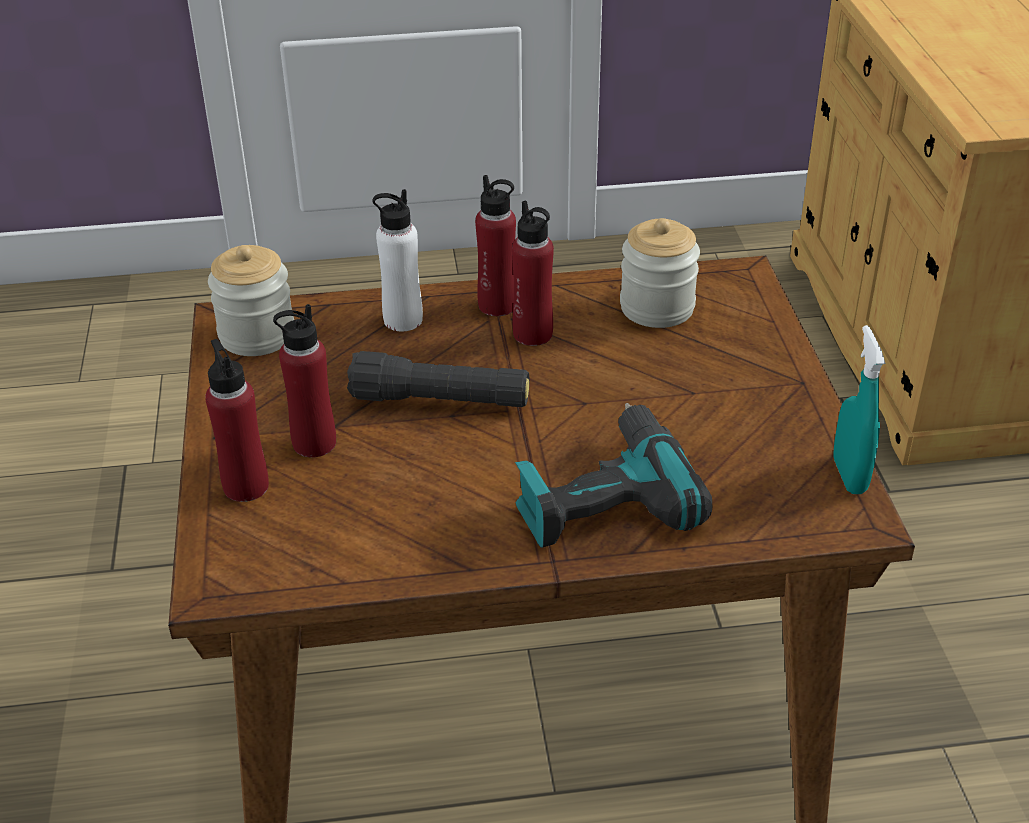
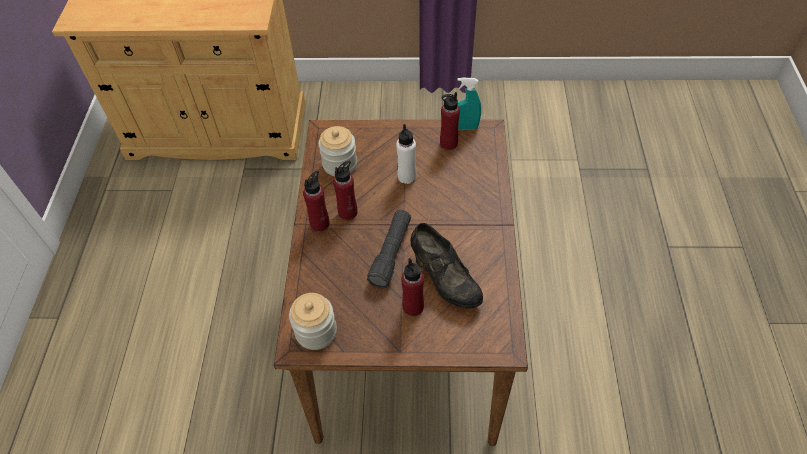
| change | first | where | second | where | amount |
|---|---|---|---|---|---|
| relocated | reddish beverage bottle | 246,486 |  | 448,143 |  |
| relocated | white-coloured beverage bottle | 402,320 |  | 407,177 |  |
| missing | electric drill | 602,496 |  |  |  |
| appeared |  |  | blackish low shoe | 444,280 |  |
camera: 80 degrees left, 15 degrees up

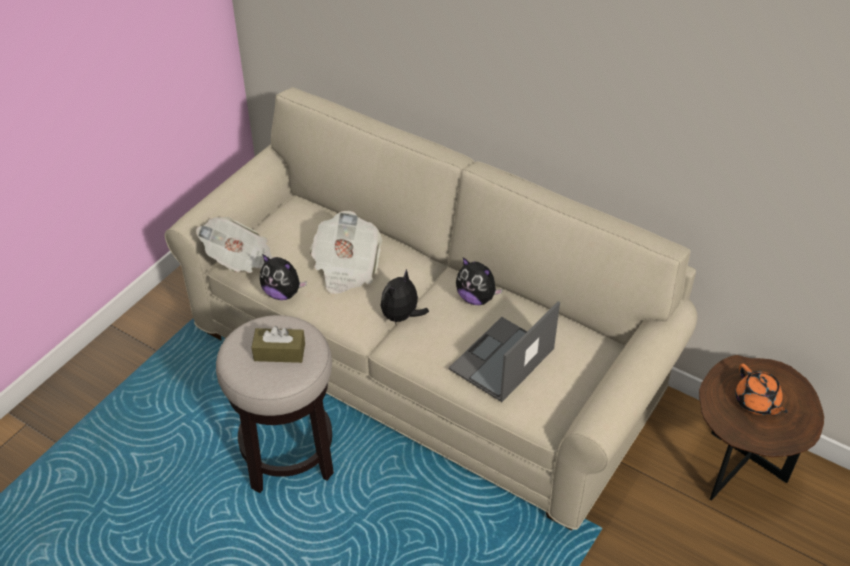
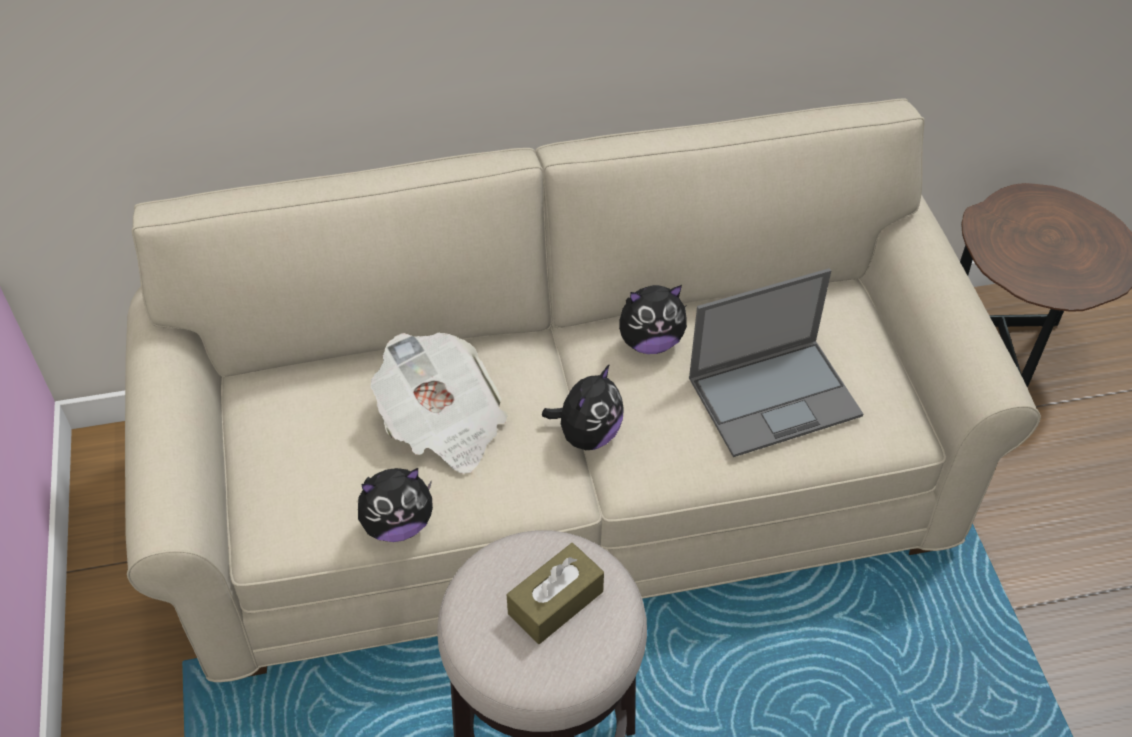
| change | first | where | second | where | amount |
|---|---|---|---|---|---|
| missing | printed paper | 240,260 |  |  |  |
| spun | plush toy | 401,317 |  | 587,434 | 135 degrees counterclockwise |
| spun | portable computer | 501,360 |  | 776,396 | 105 degrees counterclockwise |
| missing | orange pot for tea | 757,402 |  |  |  |
camera: 45 degrees left, 5 degrees up

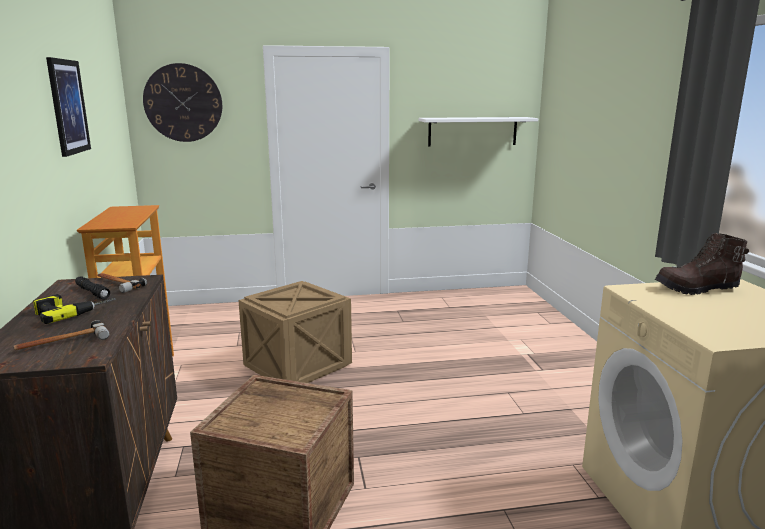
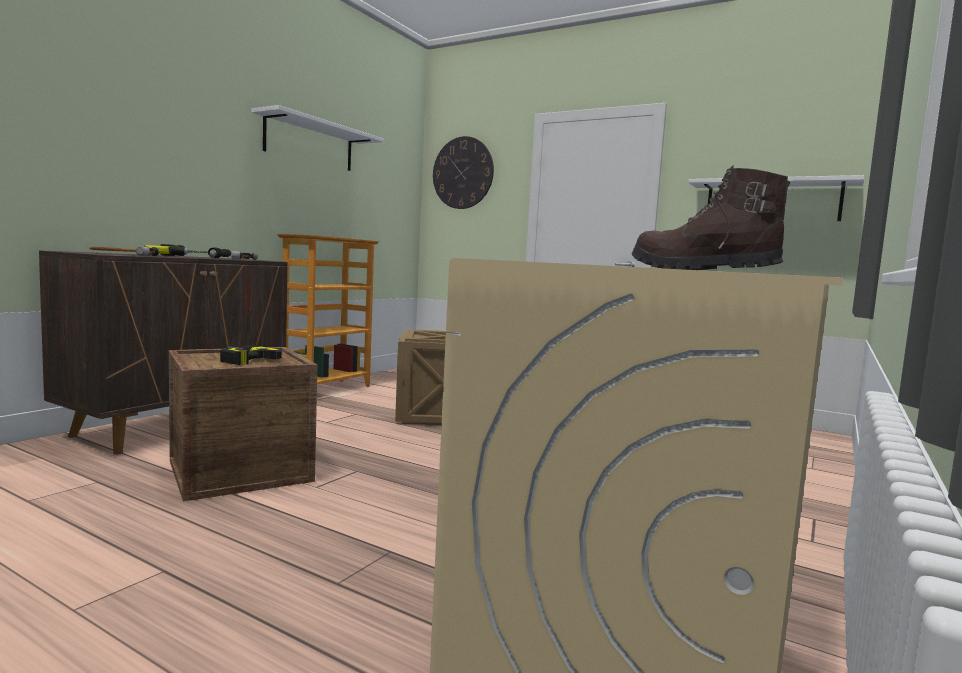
| change | first | where | second | where | amount |
|---|---|---|---|---|---|
| exchanged | wall art | 68,107 | white-coloured shelf | 310,143 |  |
| appeared |  |  | electric drill | 238,359 |  |
camera: 40 degrees right, 10 degrees down

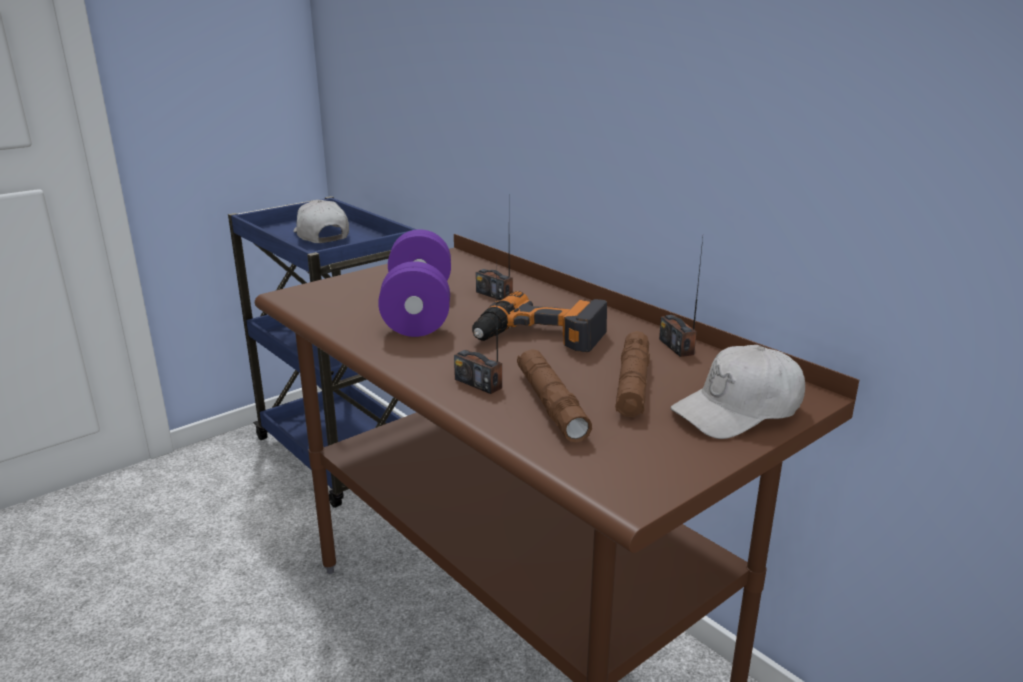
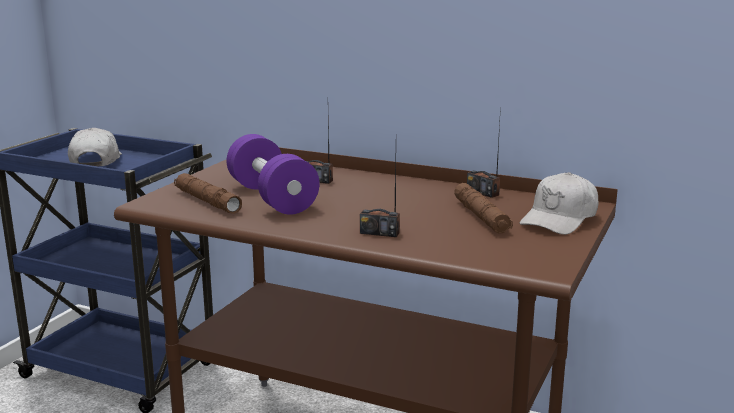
| change | first | where | second | where | amount |
|---|---|---|---|---|---|
| spun | white-coloured peaked cap | 321,236 |  | 96,161 | 45 degrees clockwise |
| missing | electric drill | 539,337 |  |  |  |
| relocated | brownish flashlight | 551,404 |  | 207,201 |  |
camera: 25 degrees left, 5 degrees down

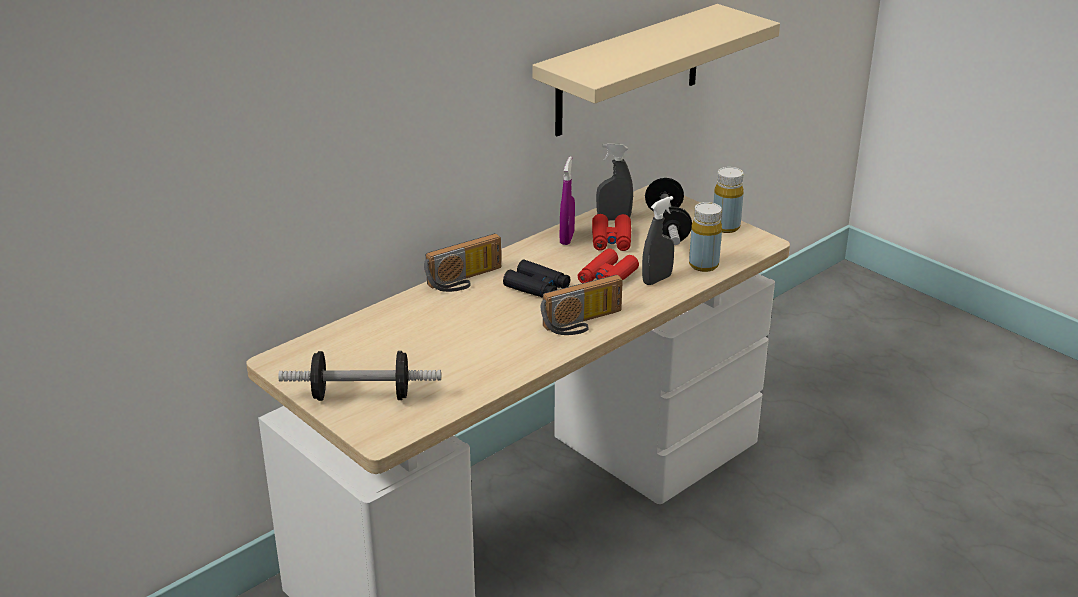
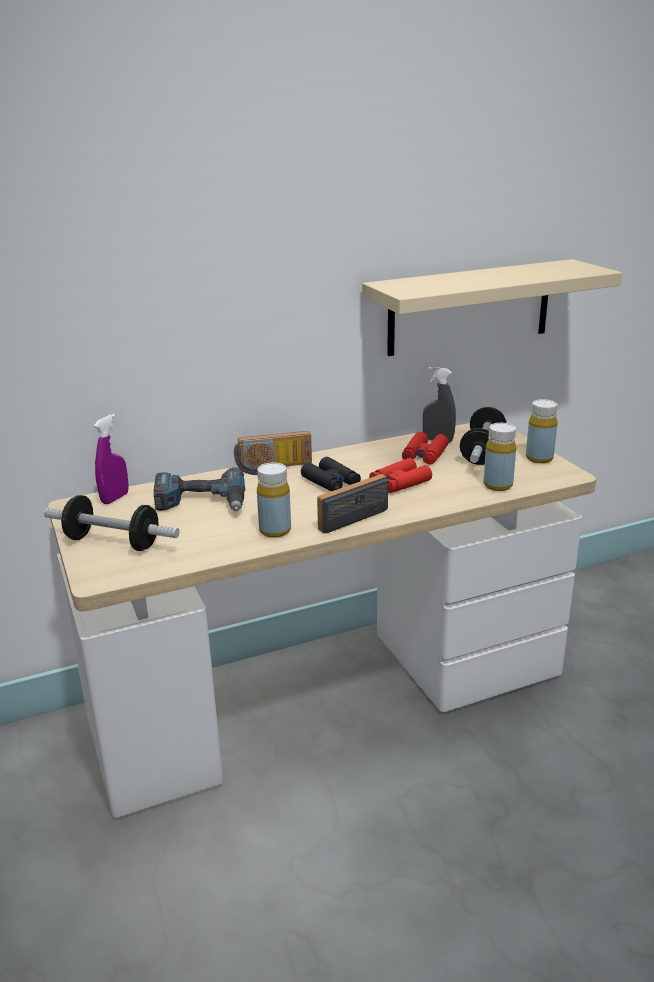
| change | first | where | second | where | amount |
|---|---|---|---|---|---|
| spun | radio receiver | 583,323 |  | 351,515 | 150 degrees clockwise |
| relocated | purple sprayer | 567,238 |  | 115,498 |  |
| missing | greyish sprayer | 657,279 |  |  |  |
| appeared |  |  | electric drill | 201,502 |  |
| appeared |  |  | yellowish beverage bottle | 275,530 |  |
camera: 20 degrees right, 5 degrees down

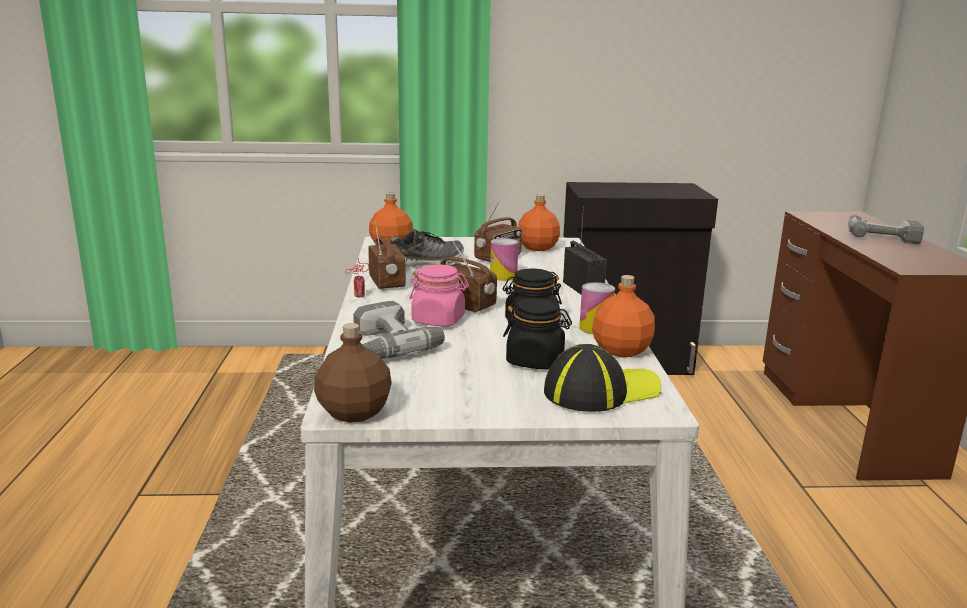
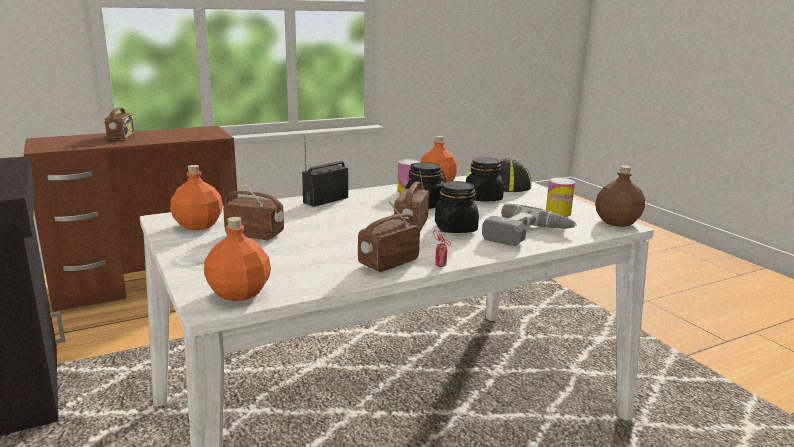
| change | first | where | second | where | amount |
|---|---|---|---|---|---|
| missing | low shoe | 425,263 |  |  |  |
| colour | pinkish storage jar | 438,320 | blackish storage jar | 455,228 |  |
| relocated | metal can | 503,276 |  | 558,213 |  |
| exchanged | electric drill | 881,235 | radio receiver | 121,137 |  |
camera: 115 degrees left, 0 degrees up

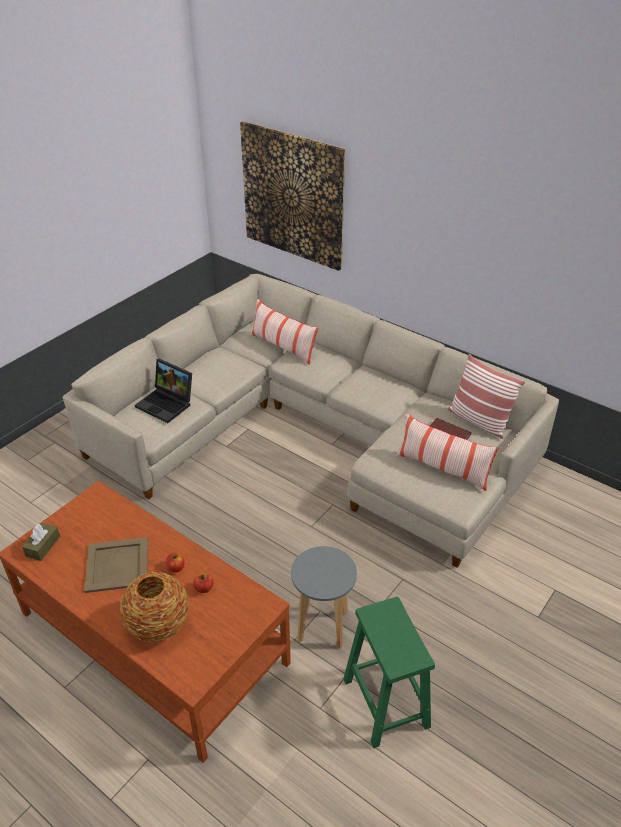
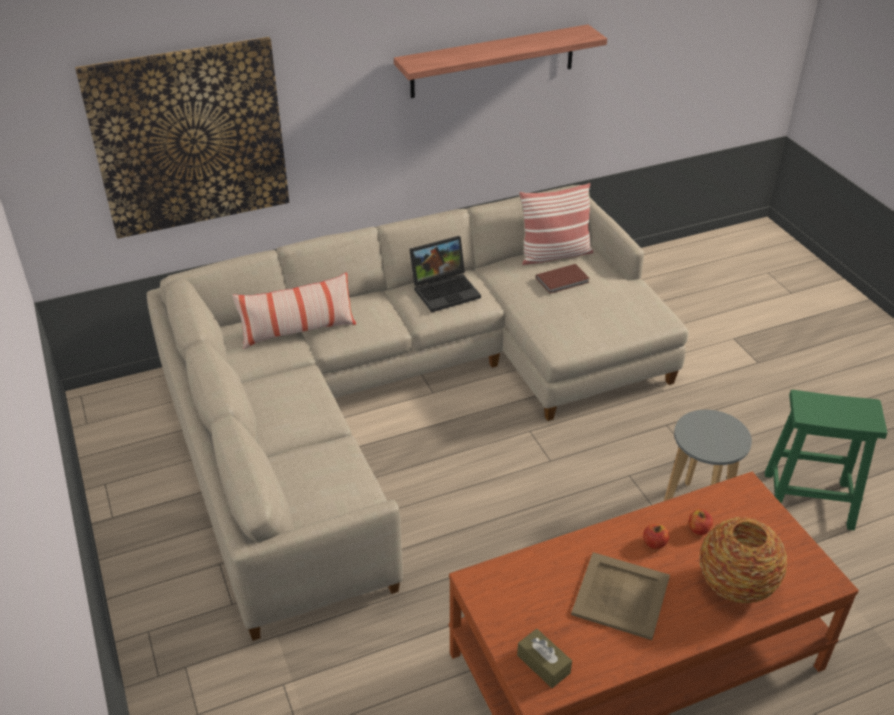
| change | first | where | second | where | amount |
|---|---|---|---|---|---|
| relocated | portable computer | 167,404 |  | 446,290 |  |
| missing | cushion | 442,468 |  |  |  |
| appeared |  |  | shelf | 493,61 |  |
camera: 60 degrees left, 0 degrees up

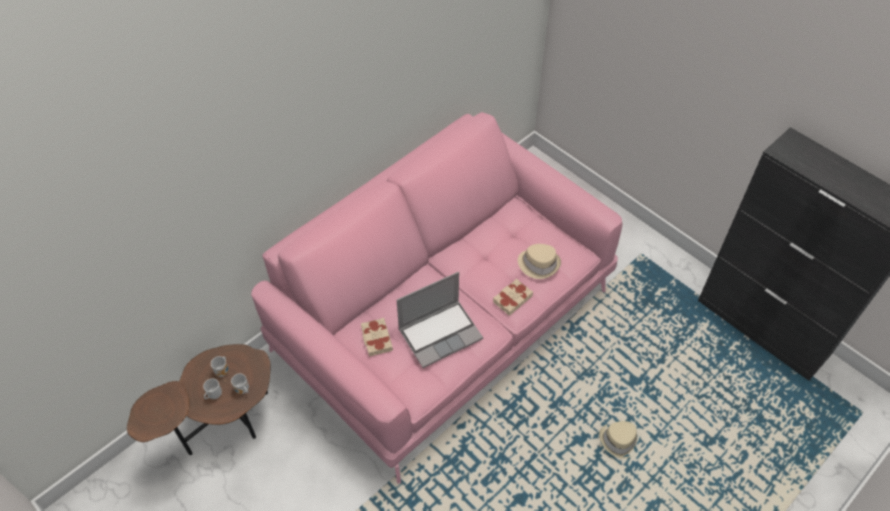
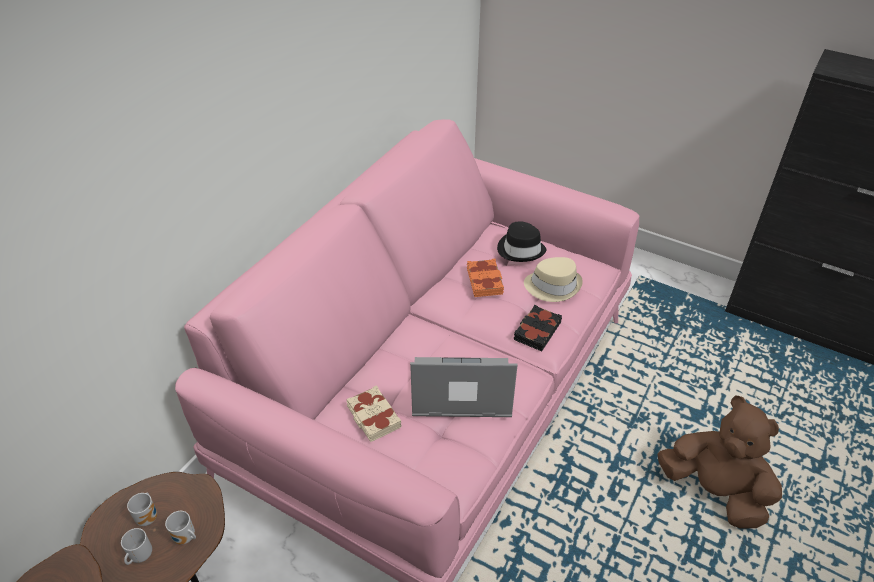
| change | first | where | second | where | amount |
|---|---|---|---|---|---|
| spun | portable computer | 440,333 |  | 460,391 | 135 degrees counterclockwise |
| colour | beige-coloured book | 512,299 | blackish book | 536,331 |  |
| exchanged | beige-coloured hat | 620,440 | brownish plush toy | 714,491 |  |
| appeared |  |  | orange book | 485,281 |  |
| appeared |  |  | blackish hat | 521,249 |  |
camera: 15 degrees left, 10 degrees down

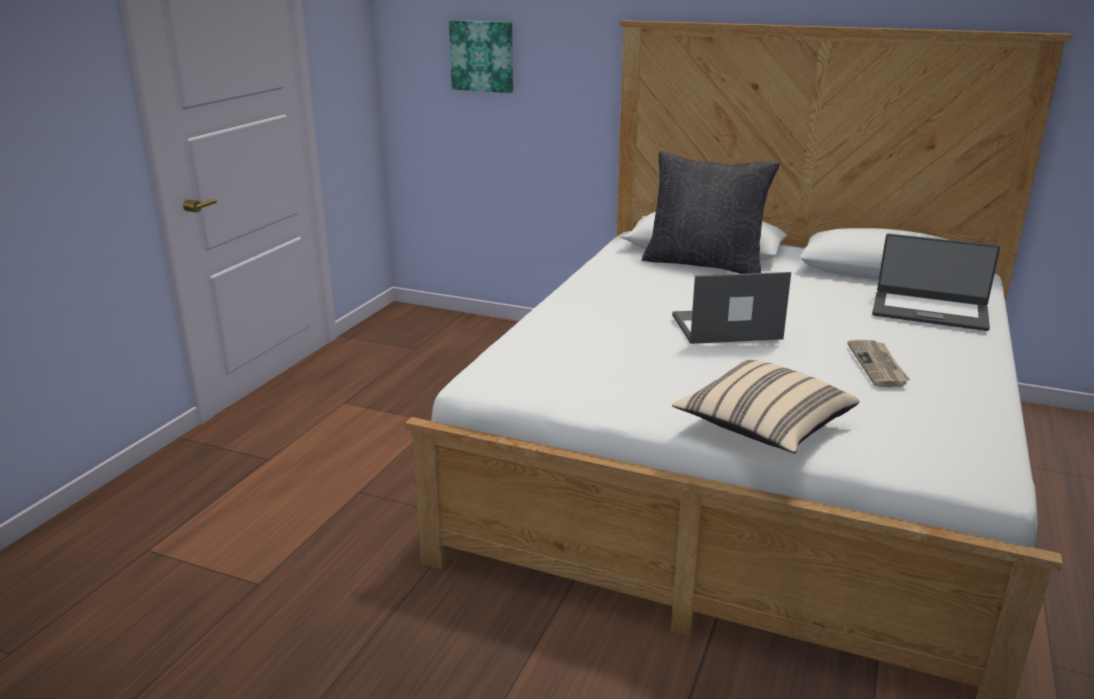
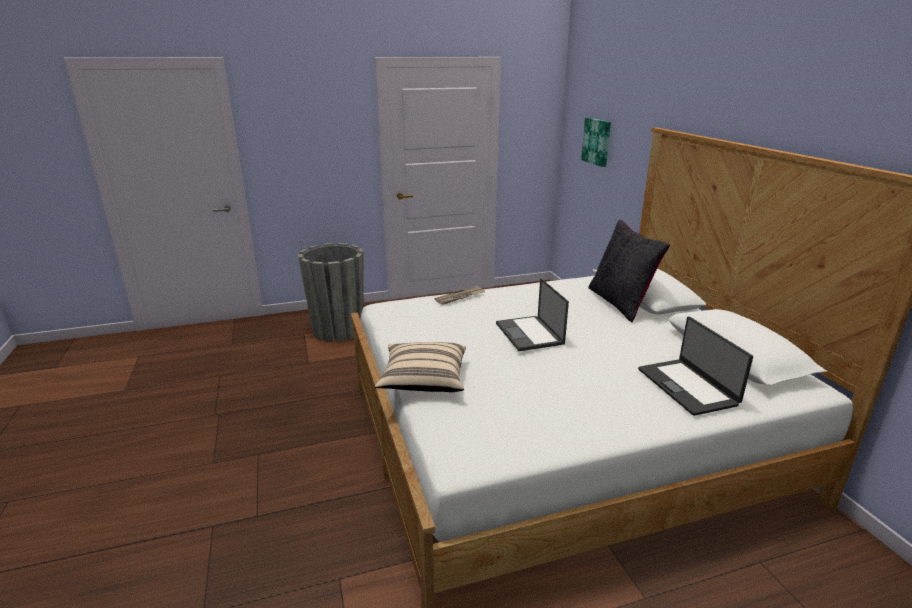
| change | first | where | second | where | amount |
|---|---|---|---|---|---|
| spun | portable computer | 724,327 |  | 530,334 | 150 degrees counterclockwise |
| relocated | printed paper | 878,366 |  | 460,297 |  |
| appeared |  |  | greyish planter | 338,330 |  |
camera: 50 degrees right, 0 degrees up

